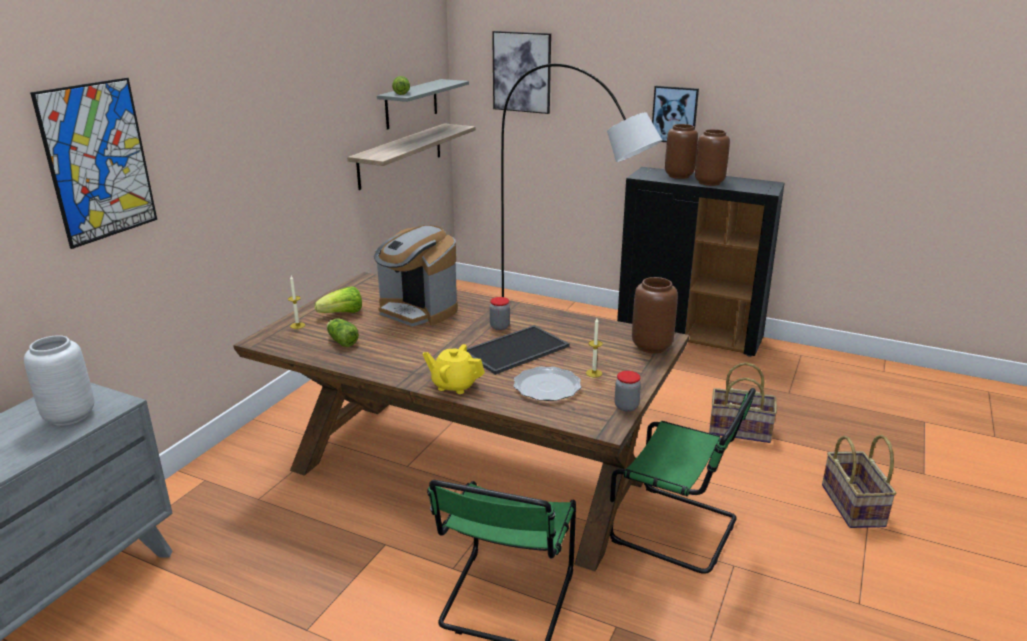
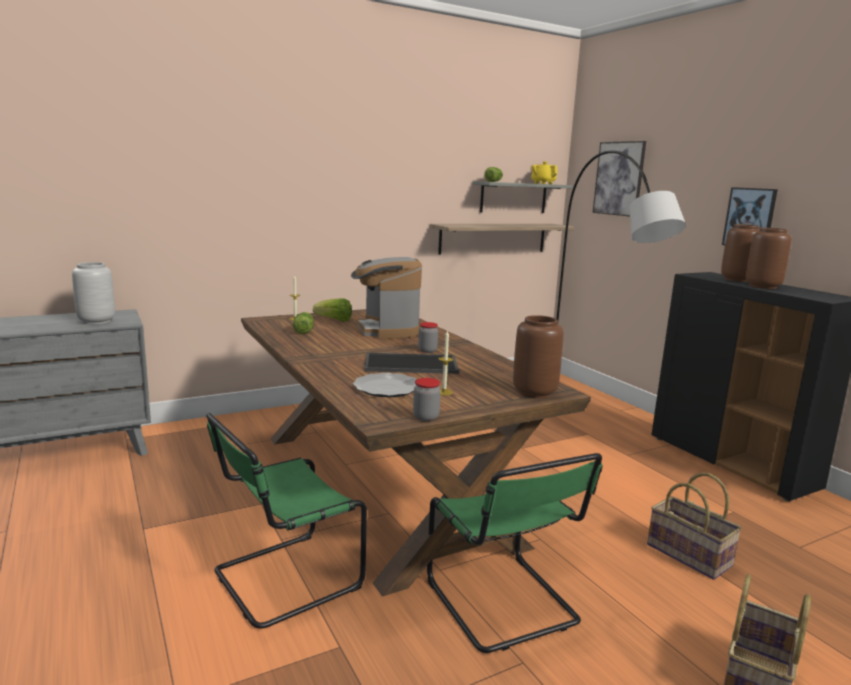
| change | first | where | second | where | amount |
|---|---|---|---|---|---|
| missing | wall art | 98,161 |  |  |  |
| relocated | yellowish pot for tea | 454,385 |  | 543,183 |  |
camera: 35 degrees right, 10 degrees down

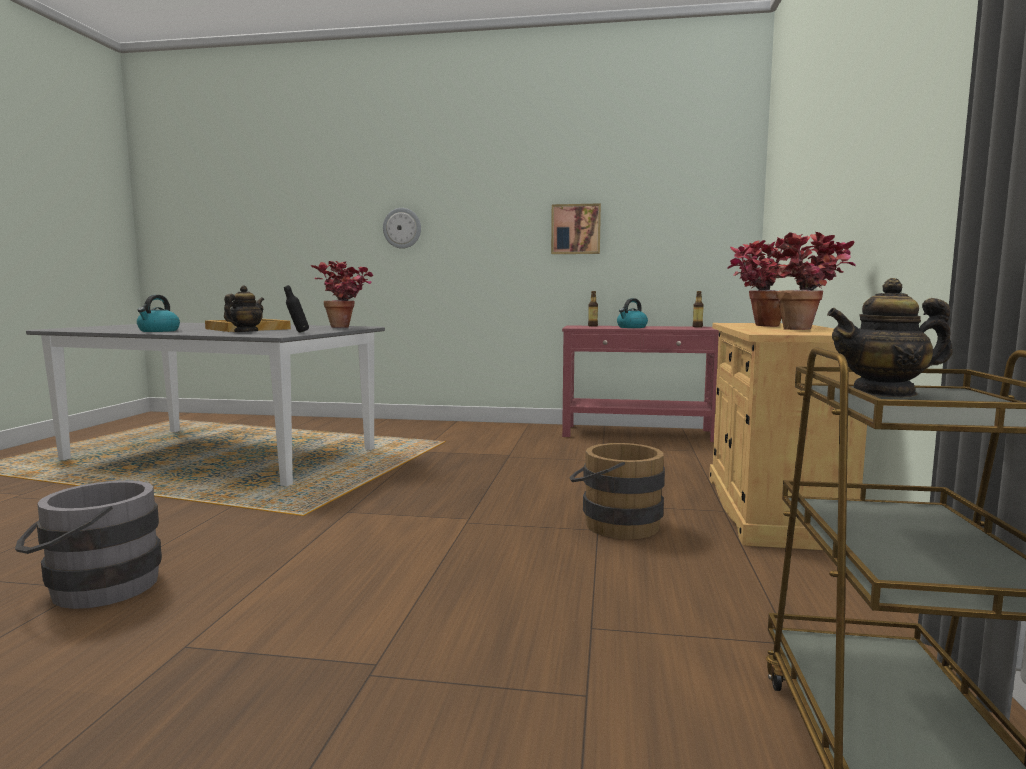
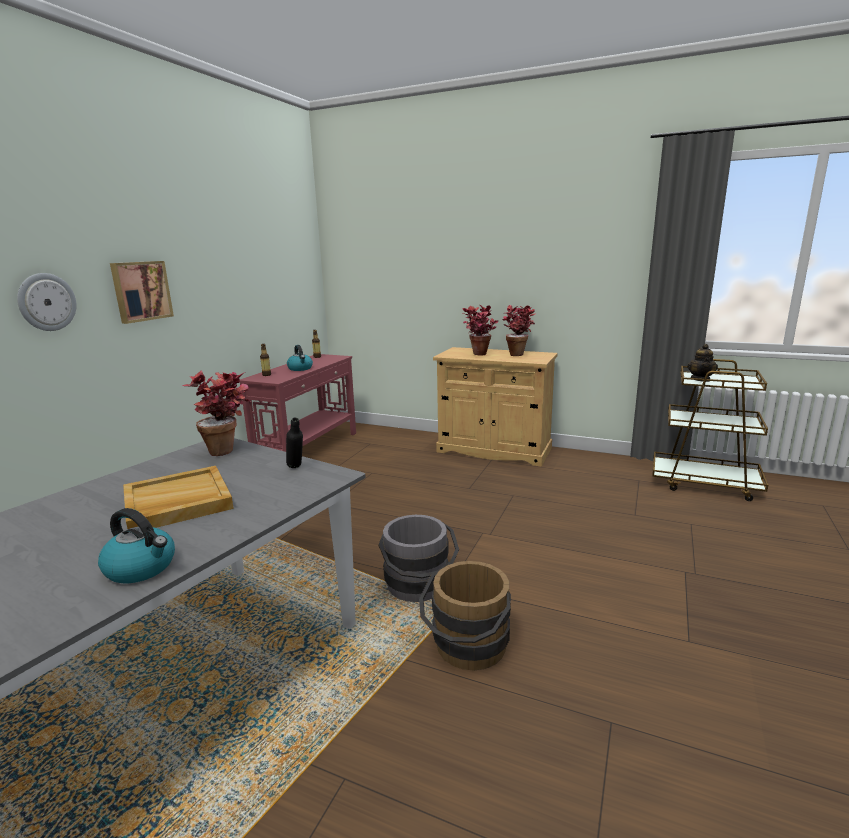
| change | first | where | second | where | amount |
|---|---|---|---|---|---|
| relocated | greyish pail | 94,589 |  | 419,588 |  |
| missing | pot for tea | 245,332 |  |  |  |
| relocated | wall art | 576,229 |  | 141,291 |  |
| relocated | brownish pail | 614,524 |  | 467,649 |  |
camera: 75 degrees left, 10 degrees up

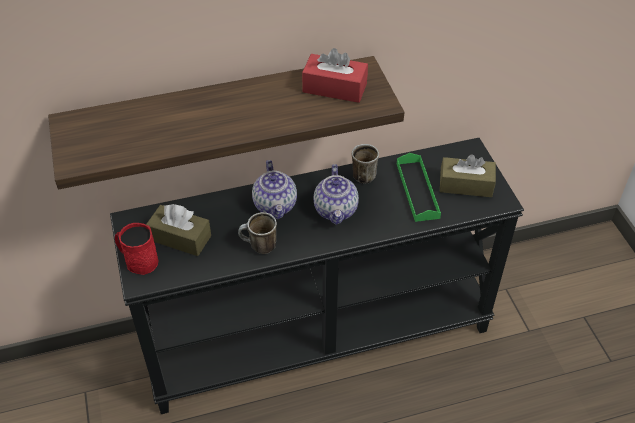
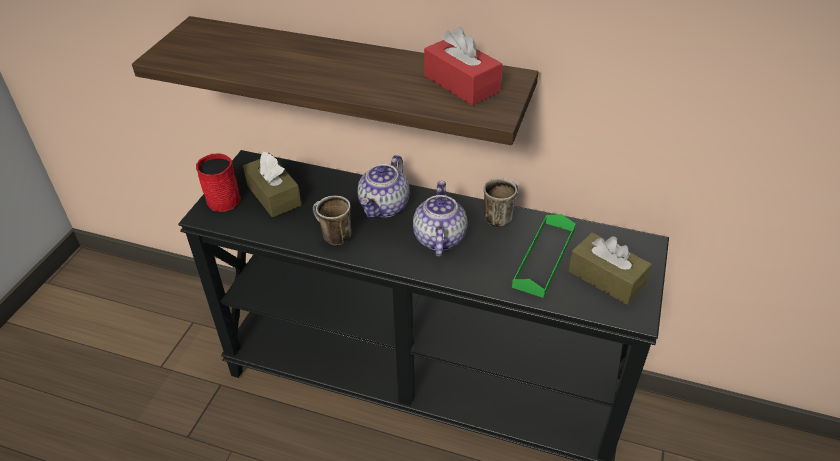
| change | first | where | second | where | amount |
|---|---|---|---|---|---|
| spun | pot for tea | 336,210 |  | 438,238 | 150 degrees clockwise |
camera: 35 degrees right, 5 degrees down

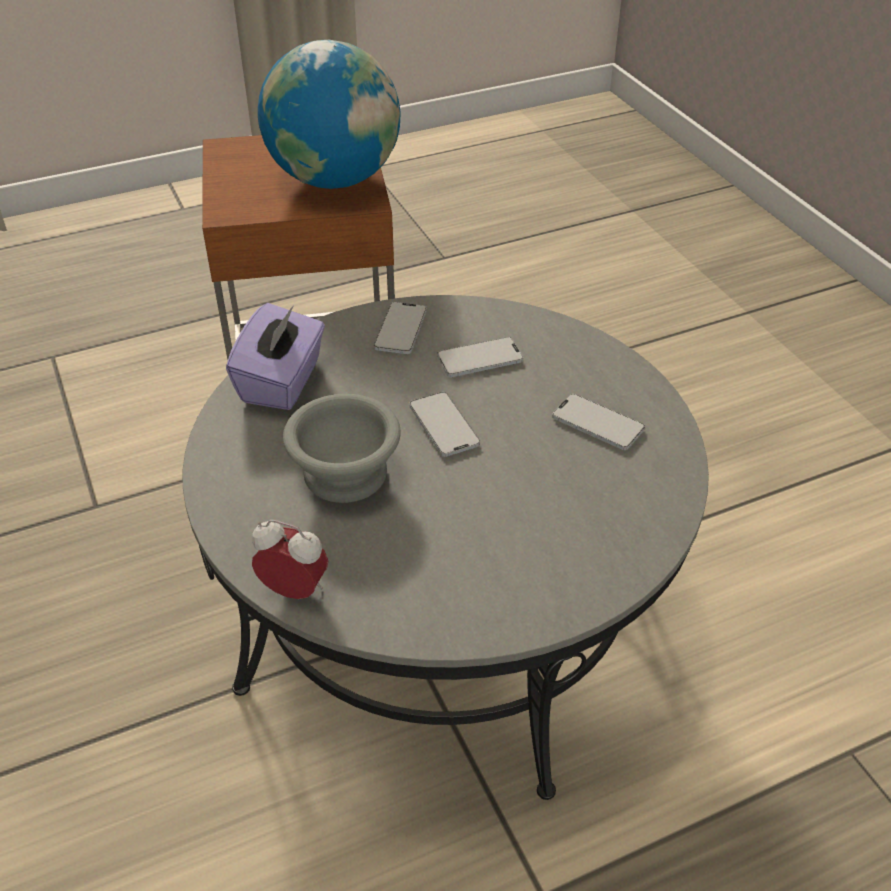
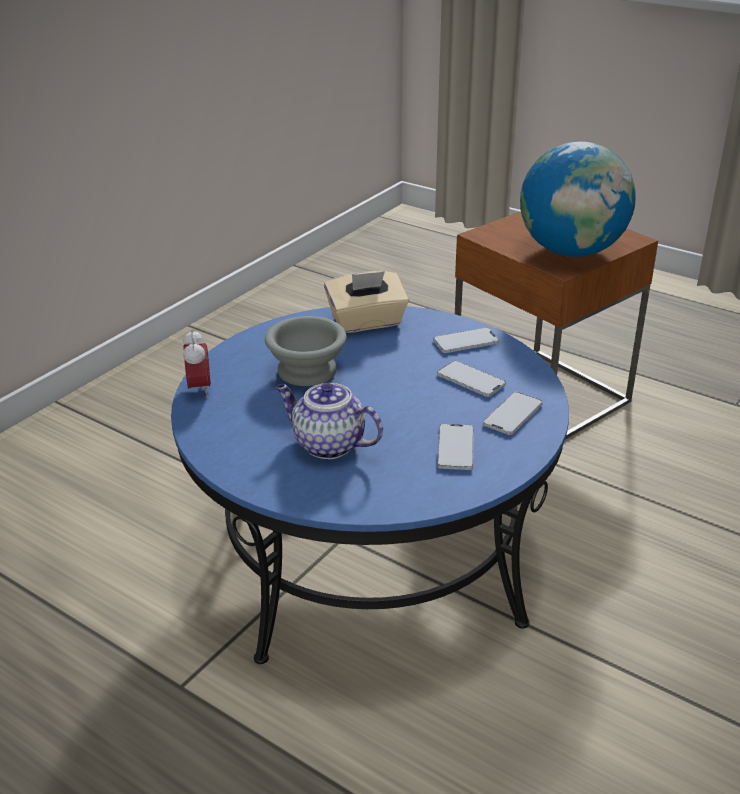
| change | first | where | second | where | amount |
|---|---|---|---|---|---|
| colour | greyish coffee table | 445,614 | blue coffee table | 370,552 |  |
| colour | purple box of tissues | 282,382 | beige-coloured box of tissues | 367,322 |  |
| relocated | handset | 444,425 |  | 512,414 |  |
| appeared |  |  | pot for tea | 327,444 |  |
camera: 60 degrees right, 10 degrees down

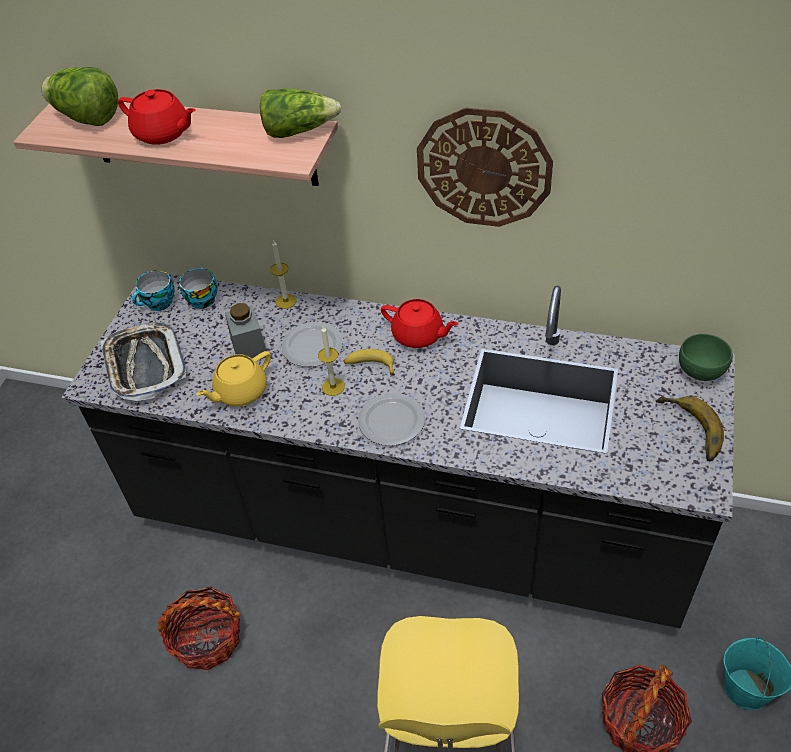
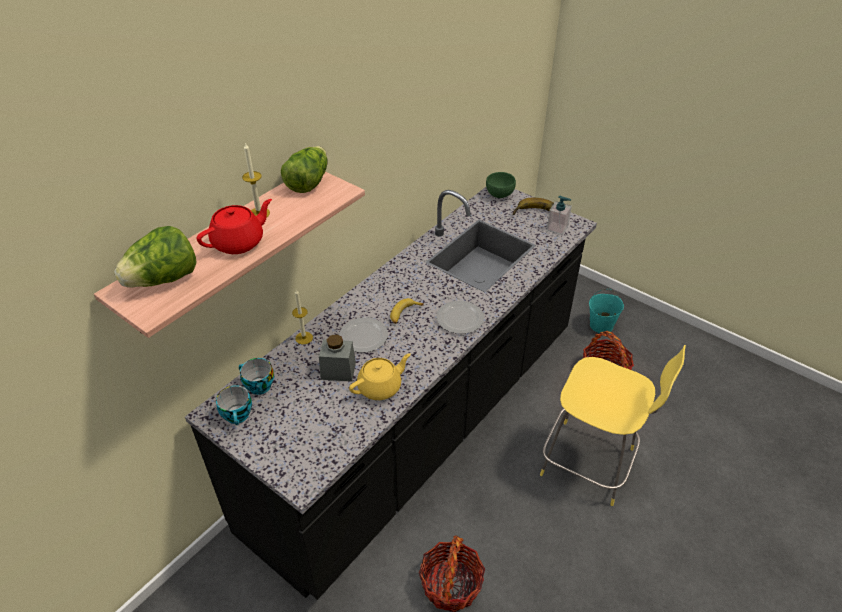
| change | first | where | second | where | amount |
|---|---|---|---|---|---|
| missing | carrying tray | 144,365 |  |  |  |
| spun | yellowish pot for tea | 240,392 |  | 380,387 | 105 degrees counterclockwise |
| relocated | wax candle | 333,387 |  | 259,213 |  |
| missing | reddish pot for tea | 418,335 |  |  |  |
| missing | hanging clock | 484,168 |  |  |  |
| appeared |  |  | liquid soap bottle | 557,228 |  |
camera: 70 degrees left, 5 degrees down

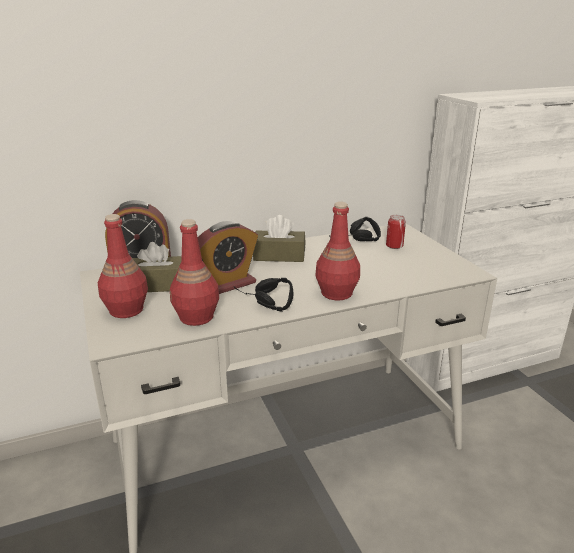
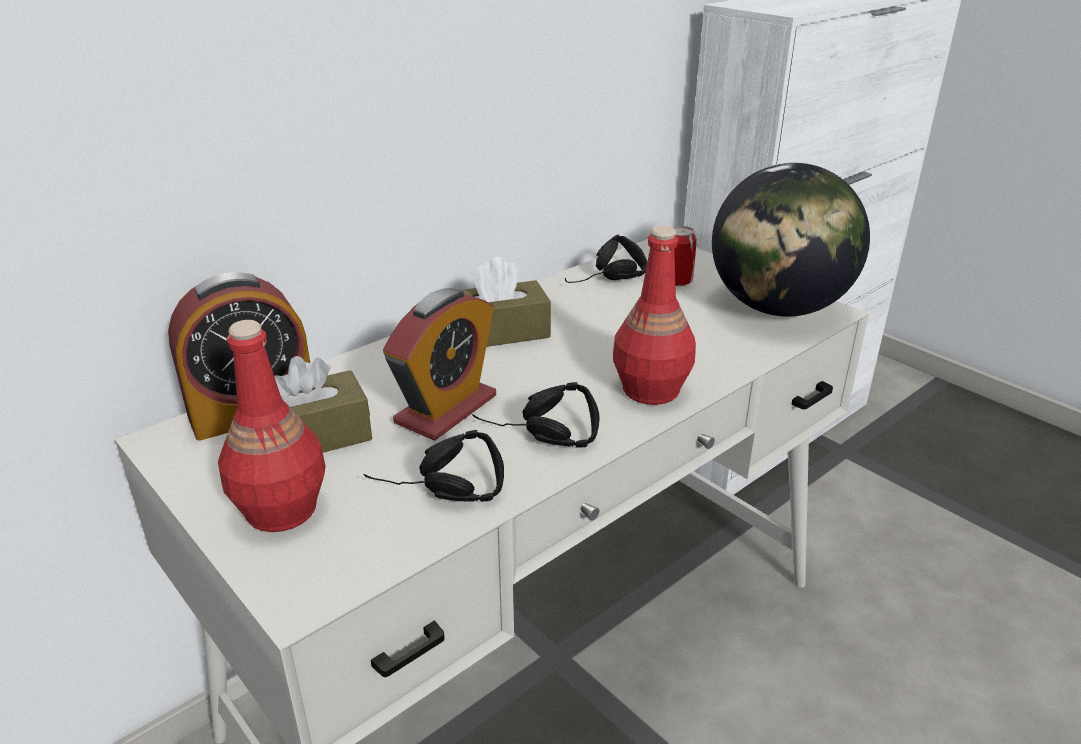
| change | first | where | second | where | amount |
|---|---|---|---|---|---|
| exchanged | reddish beverage bottle | 197,317 | blackish headset | 437,494 |  |
| appeared |  |  | world globe | 777,308 |  |
camera: 20 degrees left, 5 degrees up

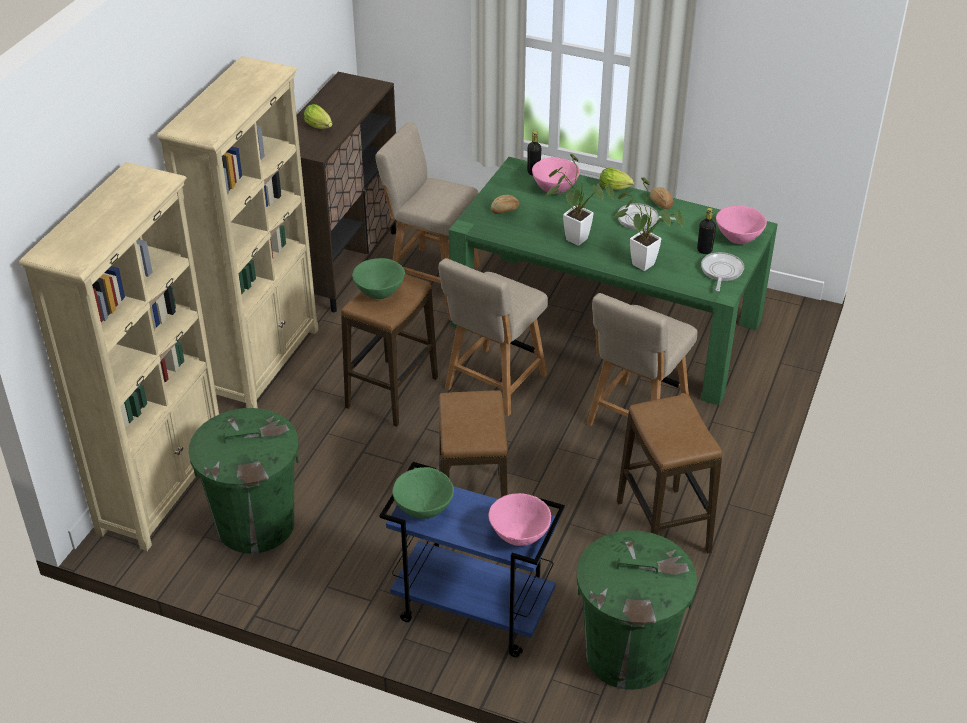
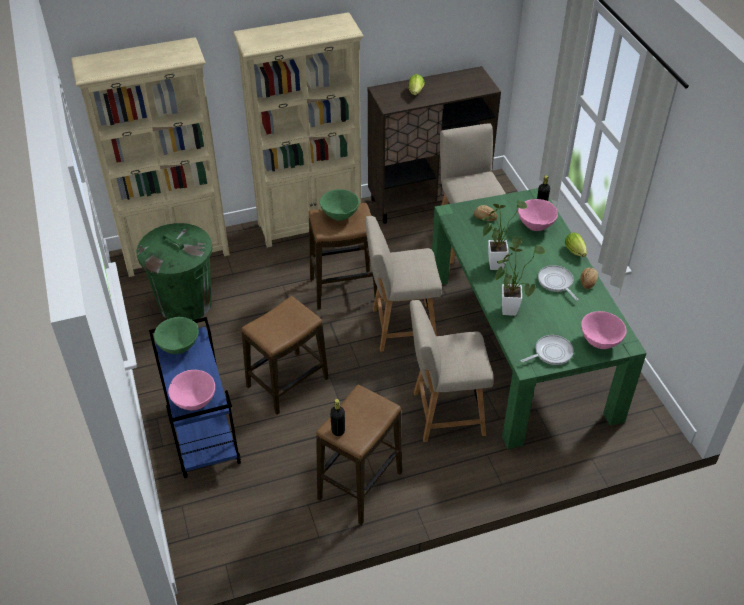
| change | first | where | second | where | amount |
|---|---|---|---|---|---|
| missing | green-coloured trash can | 627,654 |  |  |  |
| relocated | blackish beverage bottle | 704,250 |  | 338,431 |  |
camera: 50 degrees right, 5 degrees up

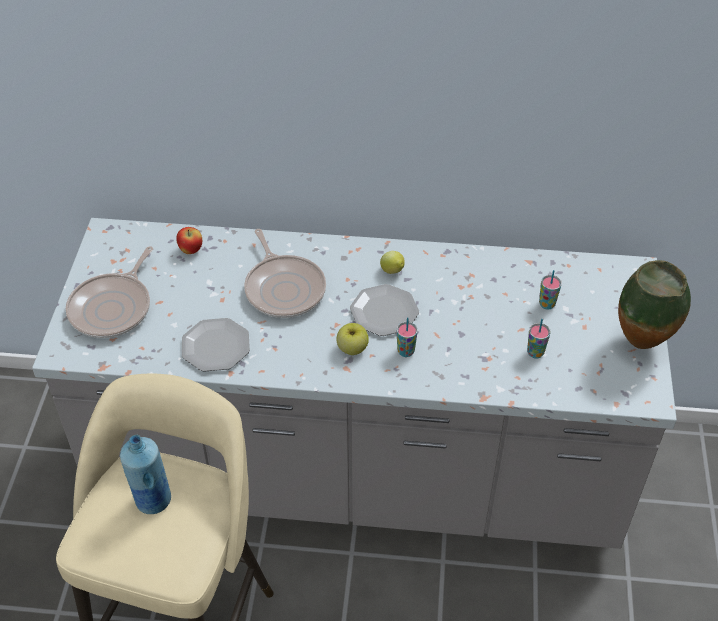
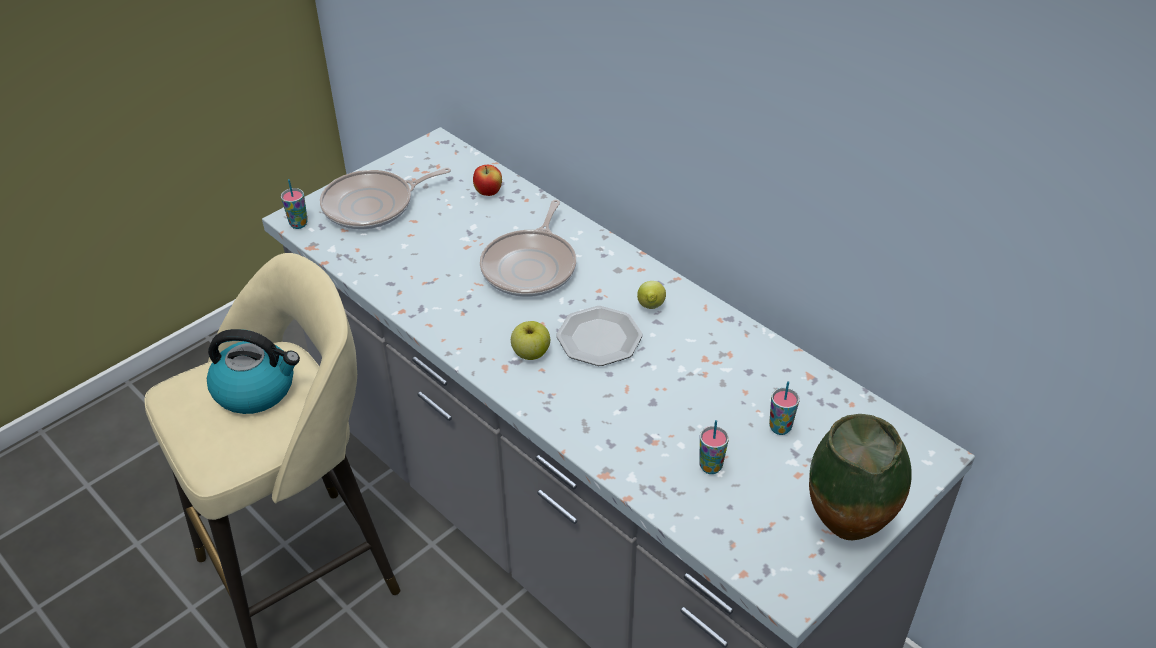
| change | first | where | second | where | amount |
|---|---|---|---|---|---|
| exchanged | blue beverage bottle | 152,500 | water kettle | 256,389 |  |
| missing | plate | 215,346 |  |  |  |
| relocated | small cup | 406,351 |  | 298,224 |  |
camera: 40 degrees right, 5 degrees down

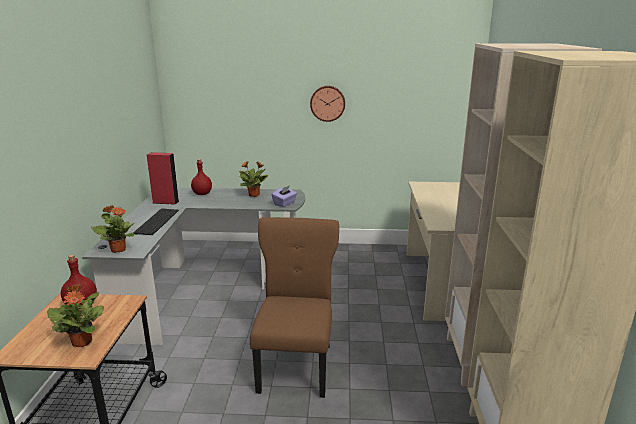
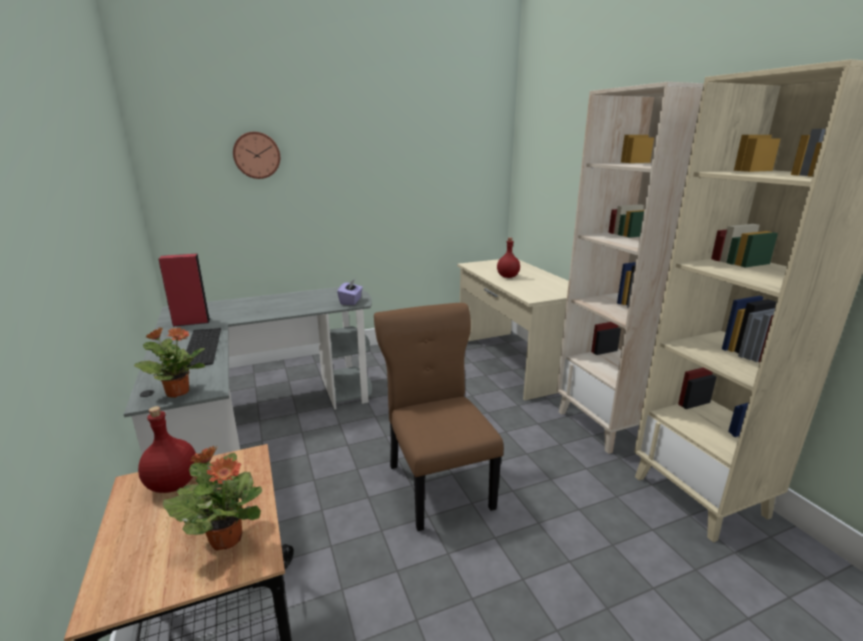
| change | first | where | second | where | amount |
|---|---|---|---|---|---|
| relocated | reddish beverage bottle | 202,194 |  | 507,276 |  |
| missing | potted plant | 254,195 |  |  |  |
| relocated | hanging clock | 327,103 |  | 256,155 |  |
camera: 25 degrees left, 0 degrees up

